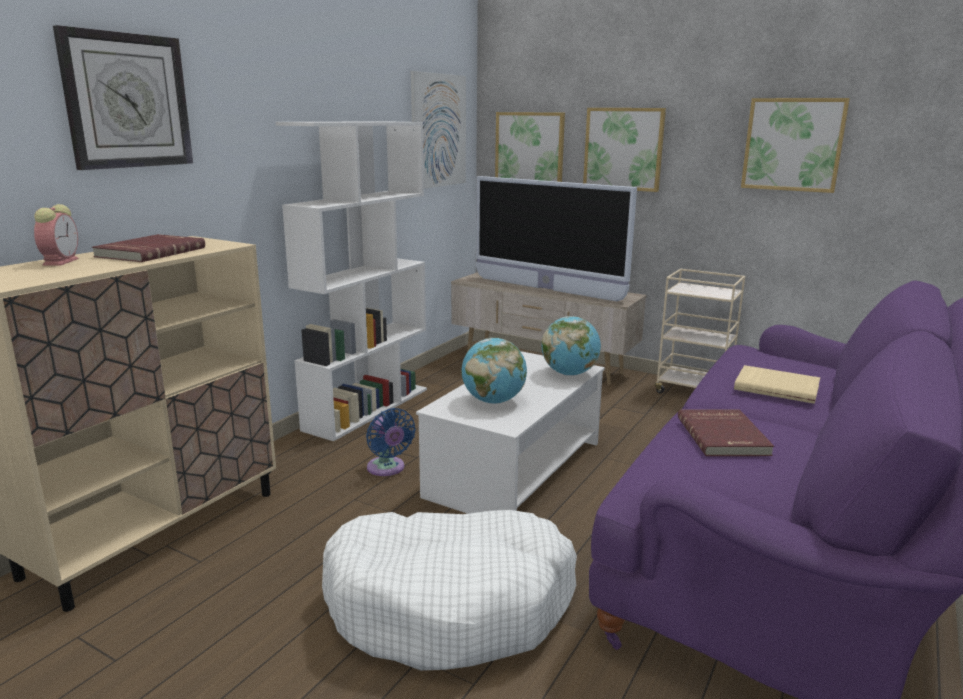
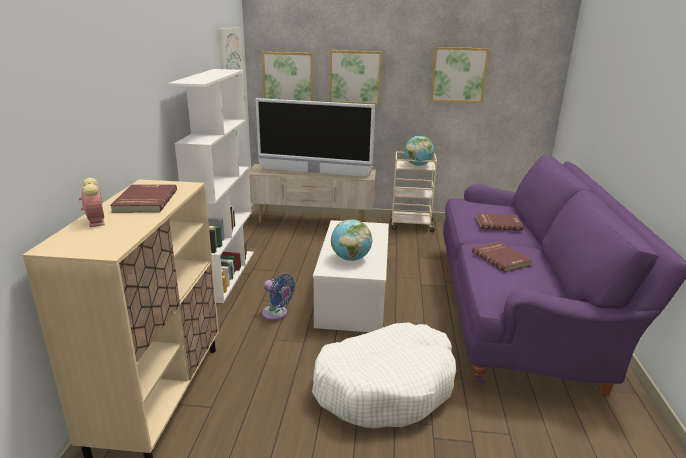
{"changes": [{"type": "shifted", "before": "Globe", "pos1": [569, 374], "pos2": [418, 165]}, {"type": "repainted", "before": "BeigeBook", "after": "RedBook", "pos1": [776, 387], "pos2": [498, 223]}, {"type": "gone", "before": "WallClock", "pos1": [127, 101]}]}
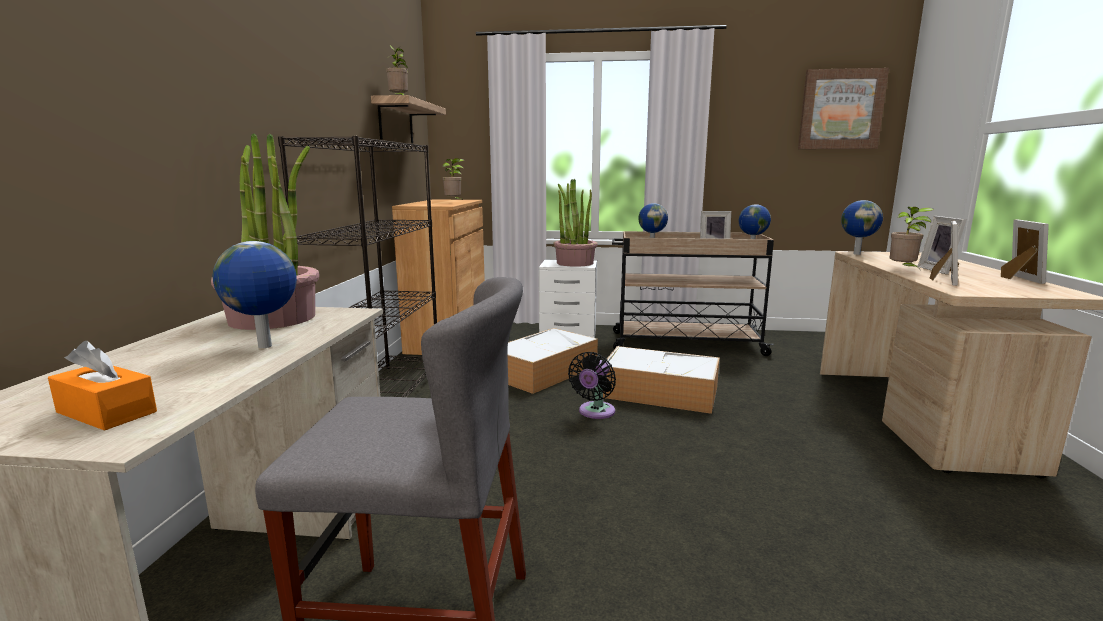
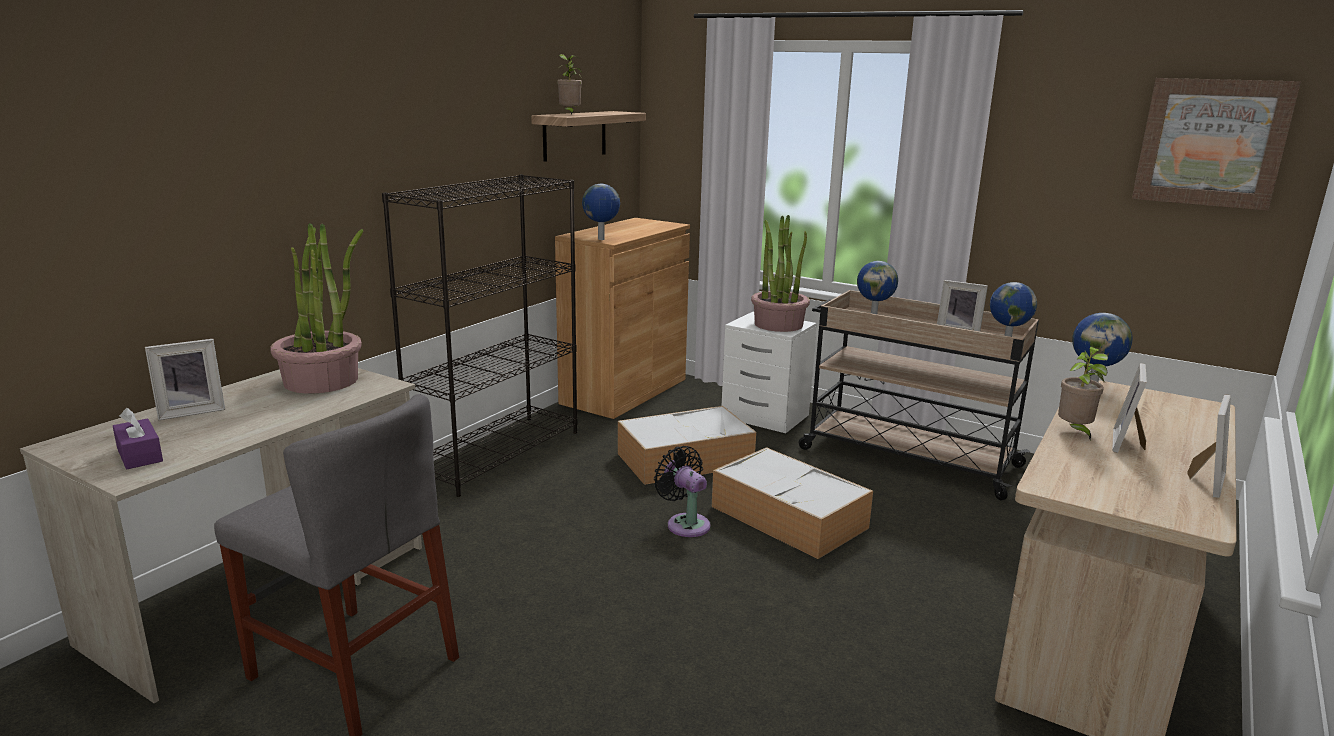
{"changes": [{"type": "repainted", "before": "OrangeTissueBox", "after": "PurpleTissueBox", "pos1": [106, 412], "pos2": [139, 455]}, {"type": "shifted", "before": "PictureFrame", "pos1": [942, 280], "pos2": [191, 411]}, {"type": "shifted", "before": "Globe", "pos1": [265, 346], "pos2": [601, 239]}, {"type": "rotated", "before": "BlackFan", "pos1": [595, 412], "pos2": [685, 523], "turn": 90}, {"type": "gone", "before": "PottedPlant", "pos1": [454, 202]}]}
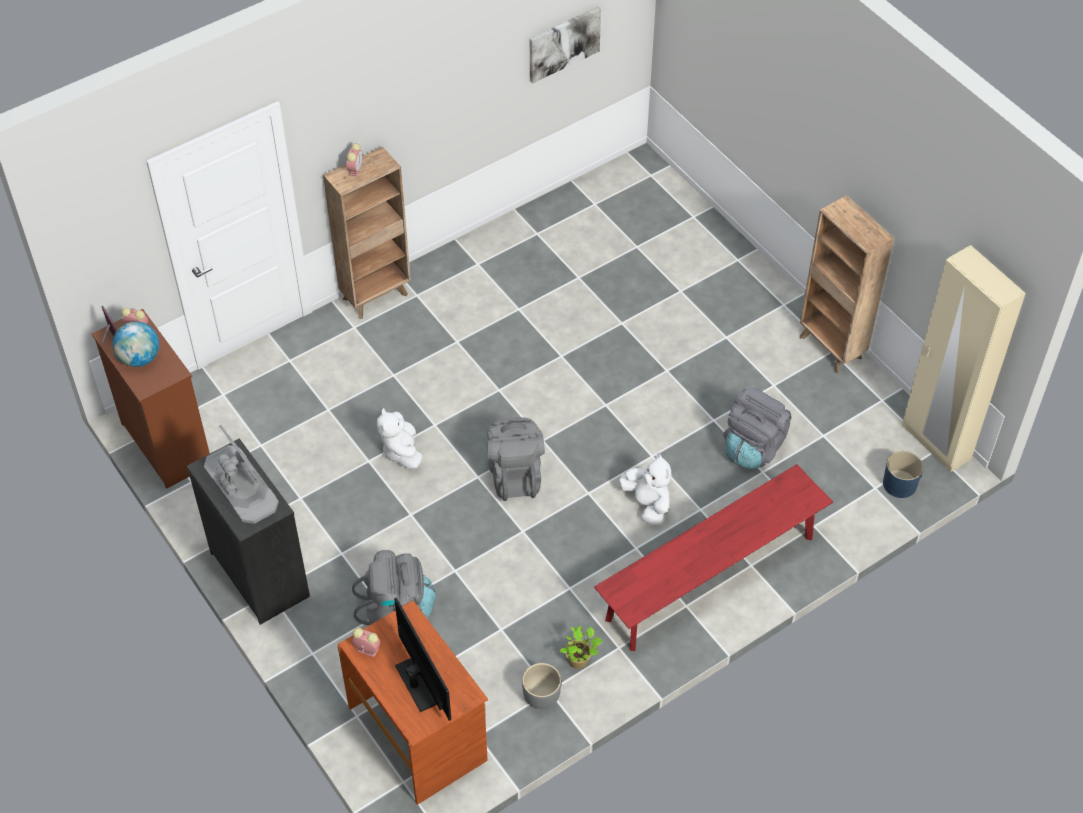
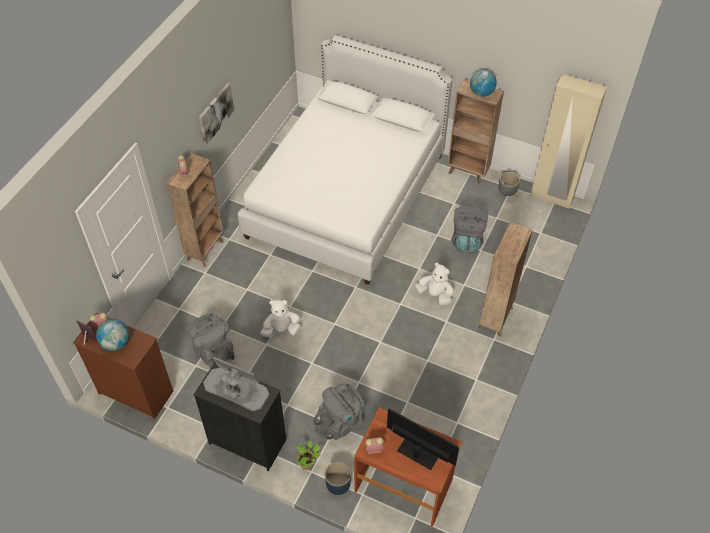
{"changes": [{"type": "shifted", "before": "GreyBackpack", "pos1": [515, 475], "pos2": [213, 351]}, {"type": "shifted", "before": "Picture", "pos1": [563, 43], "pos2": [215, 113]}, {"type": "new", "after": "WhiteBed", "pos2": [346, 195]}, {"type": "rotated", "before": "WhitePlushToy", "pos1": [401, 451], "pos2": [281, 330], "turn": 120}, {"type": "shifted", "before": "PottedPlant", "pos1": [579, 660], "pos2": [307, 463]}, {"type": "shifted", "before": "BluePlanter", "pos1": [900, 484], "pos2": [338, 483]}, {"type": "new", "after": "Globe", "pos2": [481, 93]}, {"type": "swapped", "before": "RedBench", "after": "BrownBookcase", "pos1": [710, 578], "pos2": [495, 318]}, {"type": "shifted", "before": "GreyPlanter", "pos1": [542, 696], "pos2": [507, 191]}]}
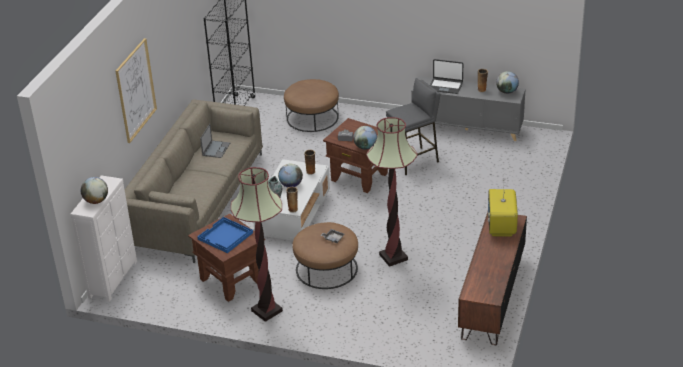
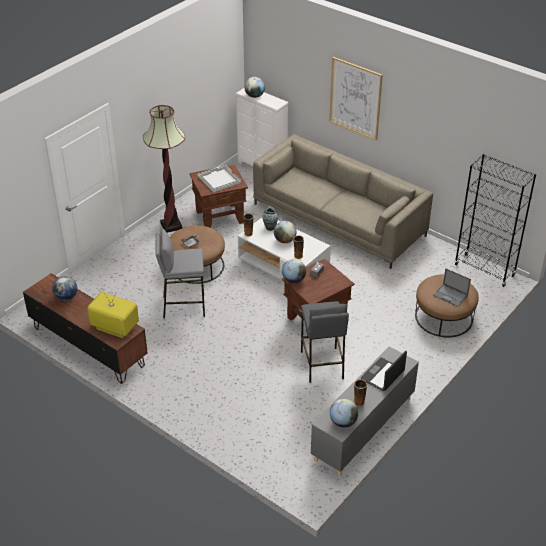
{"changes": [{"type": "new", "after": "Globe", "pos2": [66, 297]}, {"type": "swapped", "before": "FloorLamp", "after": "GreyStool", "pos1": [393, 257], "pos2": [183, 306]}, {"type": "repainted", "before": "BlueTray", "after": "WhiteTray", "pos1": [225, 236], "pos2": [218, 179]}, {"type": "shifted", "before": "Laptop", "pos1": [216, 149], "pos2": [451, 295]}]}
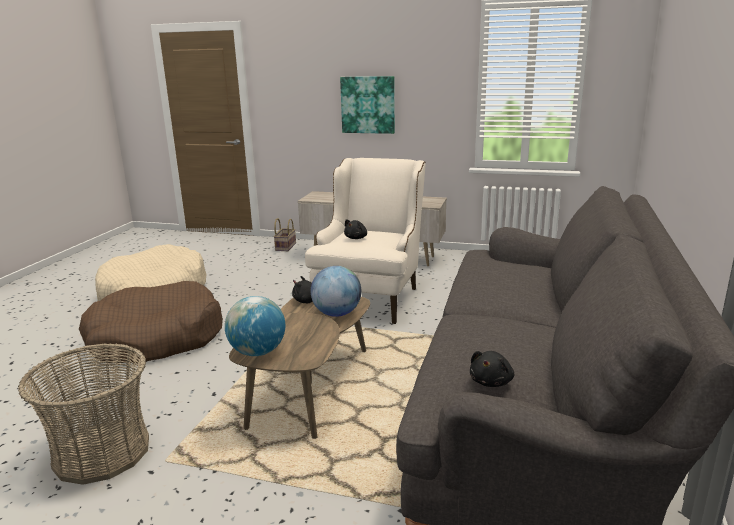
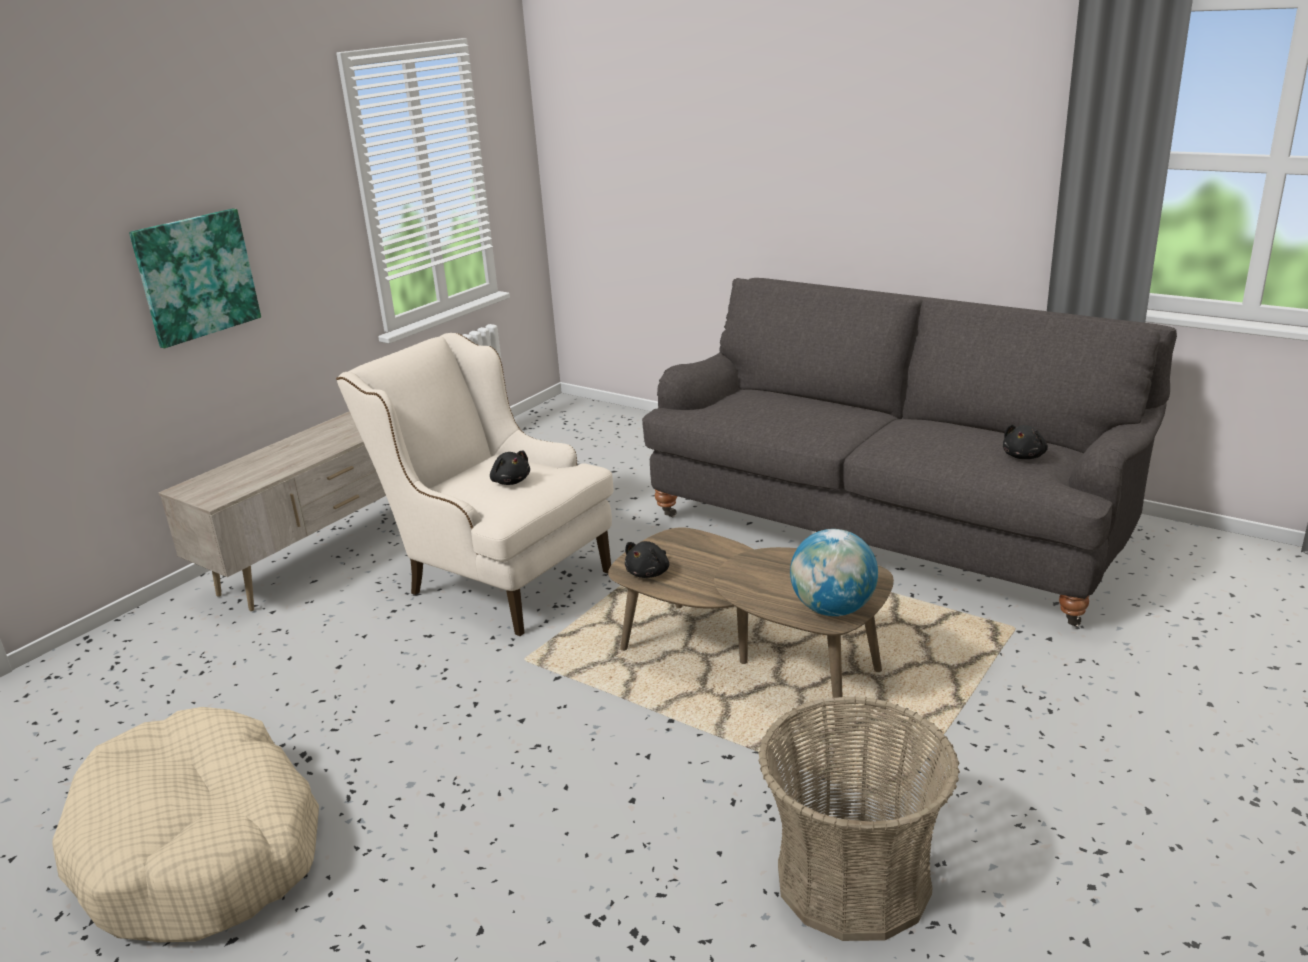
{"changes": [{"type": "rotated", "before": "BlackPlushToy", "pos1": [491, 381], "pos2": [1024, 456], "turn": 75}, {"type": "gone", "before": "BrownDogBed", "pos1": [156, 338]}, {"type": "gone", "before": "Basket", "pos1": [285, 246]}, {"type": "gone", "before": "Globe", "pos1": [337, 314]}]}
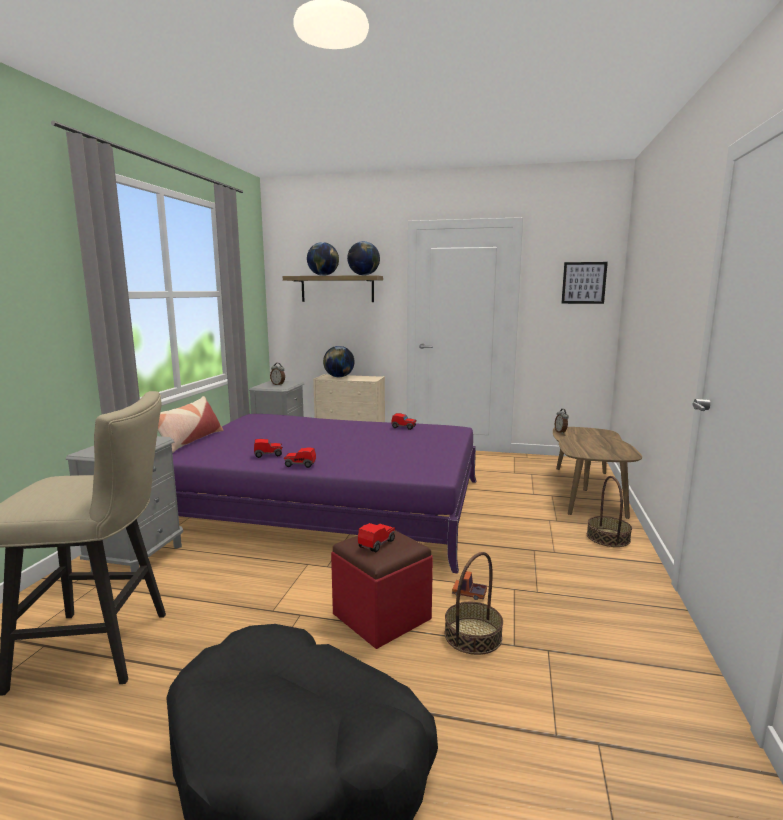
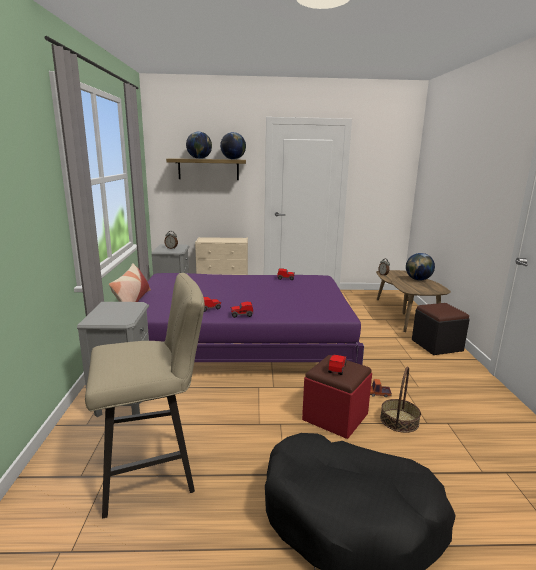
{"changes": [{"type": "shifted", "before": "Globe", "pos1": [339, 377], "pos2": [418, 279]}, {"type": "swapped", "before": "Basket", "after": "BlackOttoman", "pos1": [608, 537], "pos2": [437, 345]}, {"type": "gone", "before": "Picture", "pos1": [584, 283]}]}
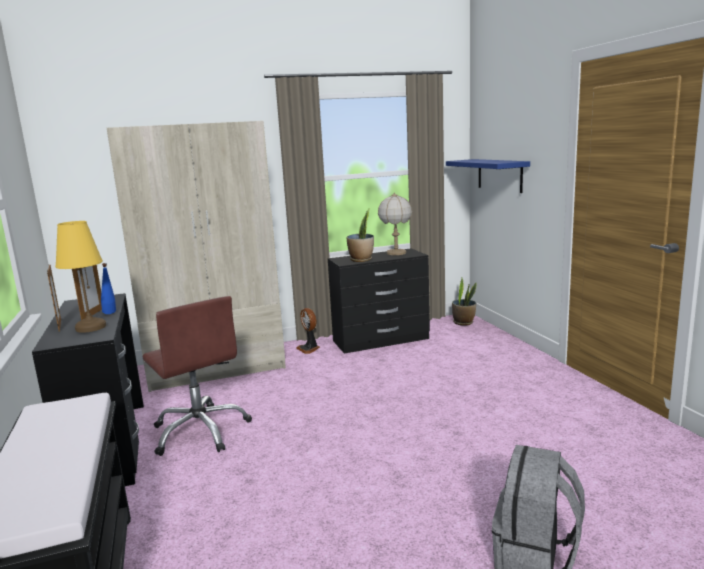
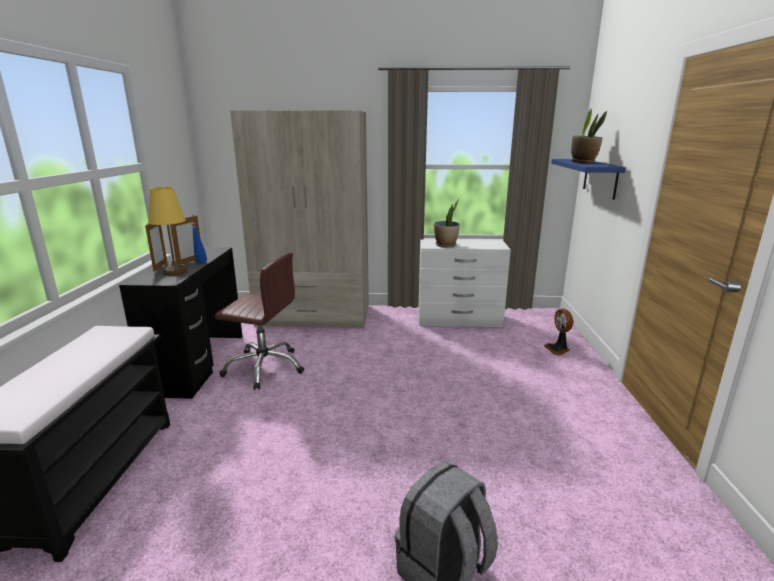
{"changes": [{"type": "rotated", "before": "BrownOfficeChair", "pos1": [201, 431], "pos2": [264, 367], "turn": -60}, {"type": "repainted", "before": "BlackDresser", "after": "WhiteDresser", "pos1": [381, 340], "pos2": [459, 320]}, {"type": "shifted", "before": "Fan", "pos1": [309, 348], "pos2": [558, 349]}, {"type": "shifted", "before": "PottedPlant", "pos1": [463, 322], "pos2": [583, 162]}, {"type": "gone", "before": "TableLamp", "pos1": [396, 253]}]}
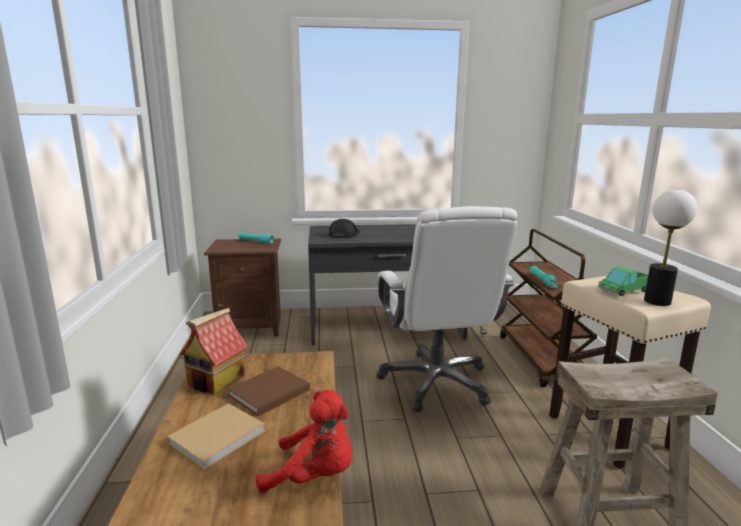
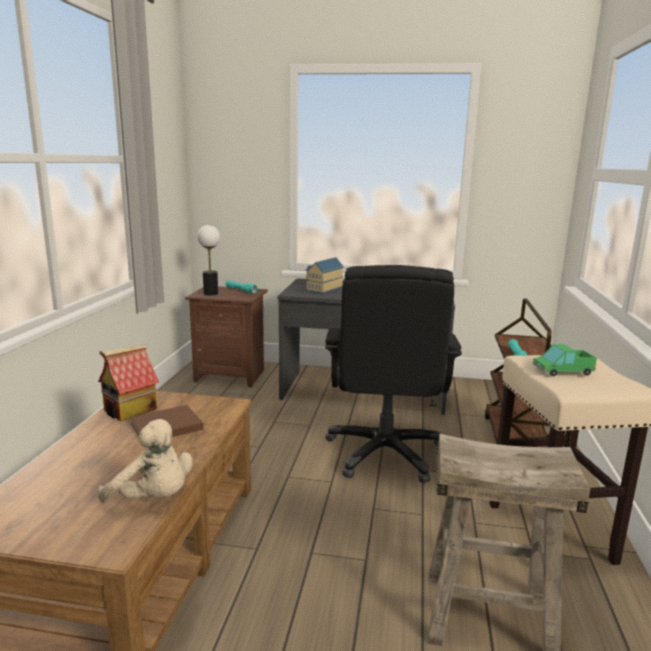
{"changes": [{"type": "repainted", "before": "RedPlushToy", "after": "BeigePlushToy", "pos1": [314, 476], "pos2": [153, 498]}, {"type": "shifted", "before": "TableLamp", "pos1": [656, 301], "pos2": [210, 293]}, {"type": "swapped", "before": "BlackCap", "after": "ToyHouse", "pos1": [344, 233], "pos2": [323, 288]}, {"type": "repainted", "before": "WhiteOfficeChair", "after": "BlackOfficeChair", "pos1": [436, 382], "pos2": [385, 453]}, {"type": "gone", "before": "BeigeBook", "pos1": [220, 436]}]}
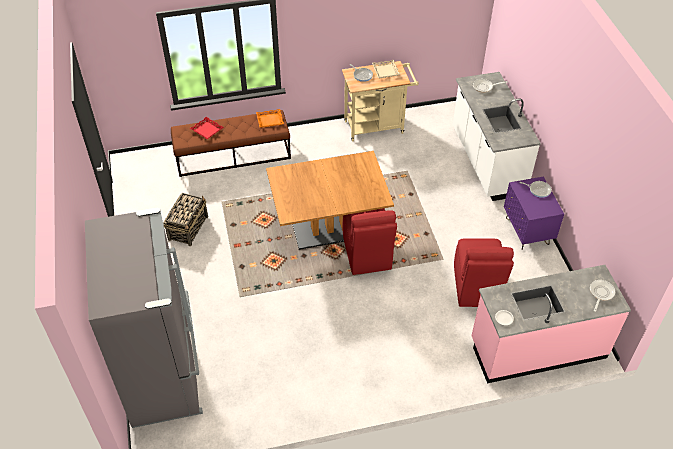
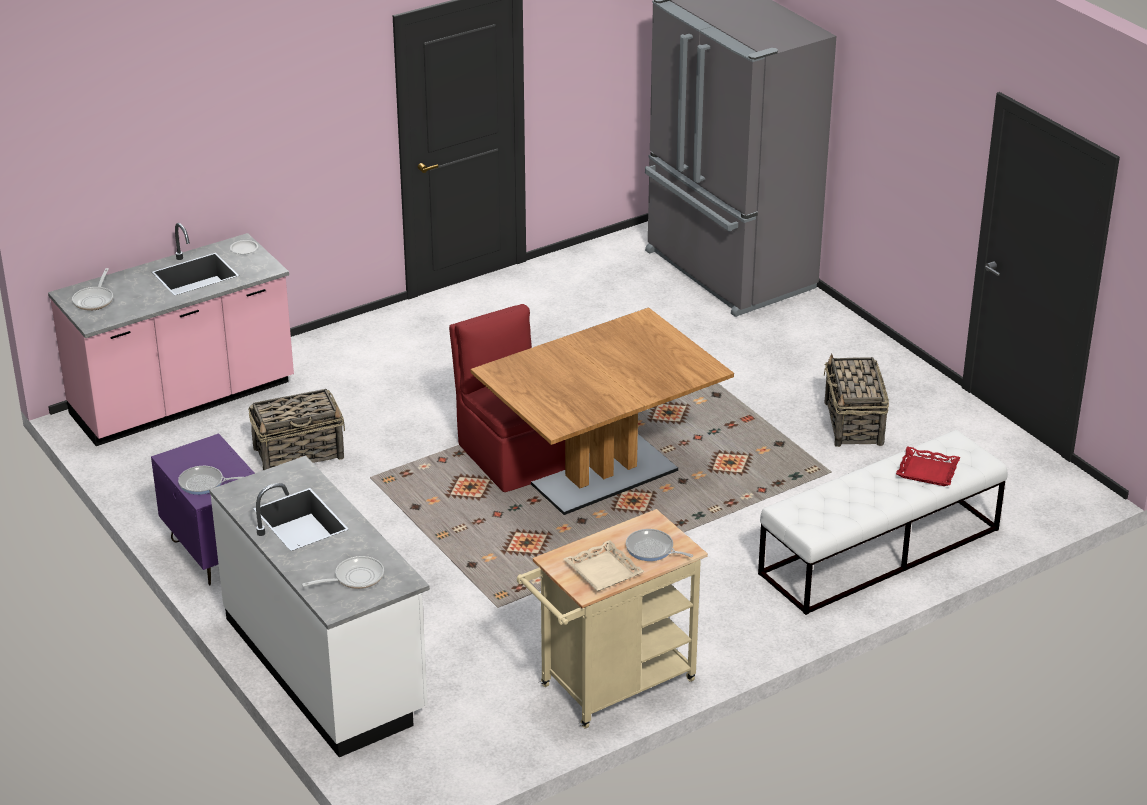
{"changes": [{"type": "swapped", "before": "RedChair", "after": "Basket", "pos1": [476, 287], "pos2": [299, 453]}, {"type": "repainted", "before": "BrownBench", "after": "WhiteBench", "pos1": [233, 156], "pos2": [879, 552]}, {"type": "gone", "before": "OrangeTray", "pos1": [270, 120]}]}
